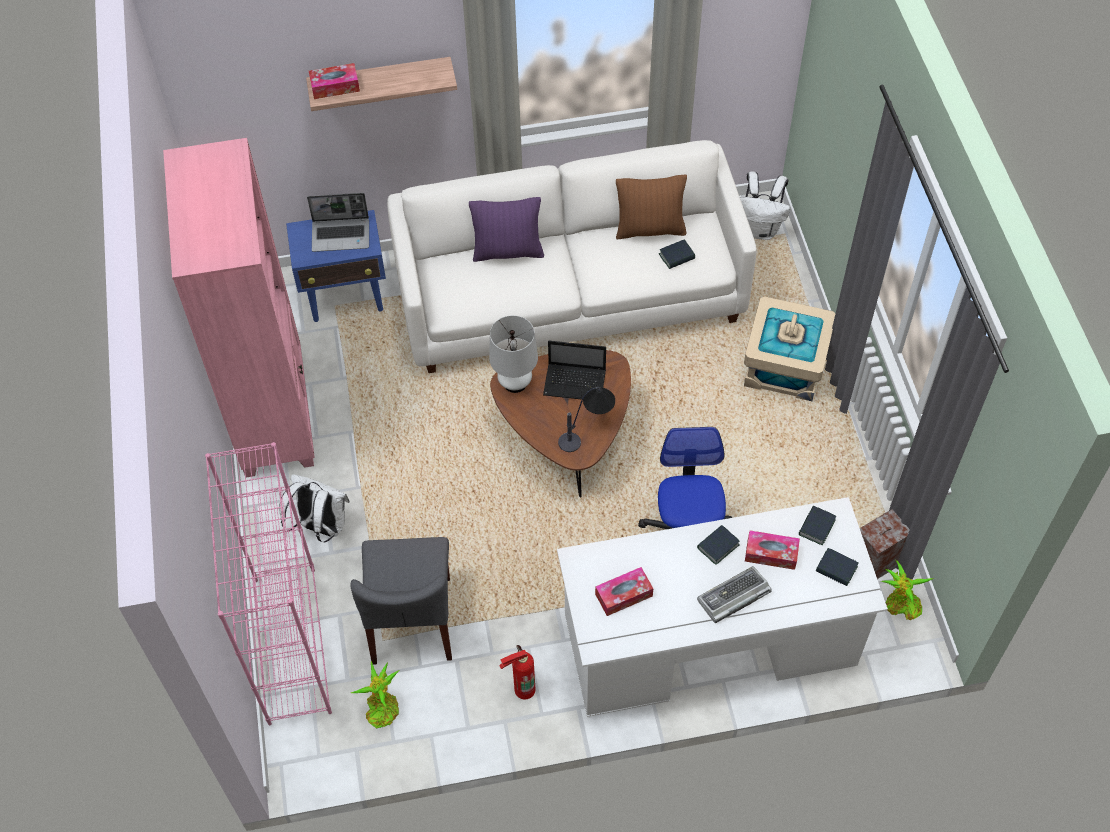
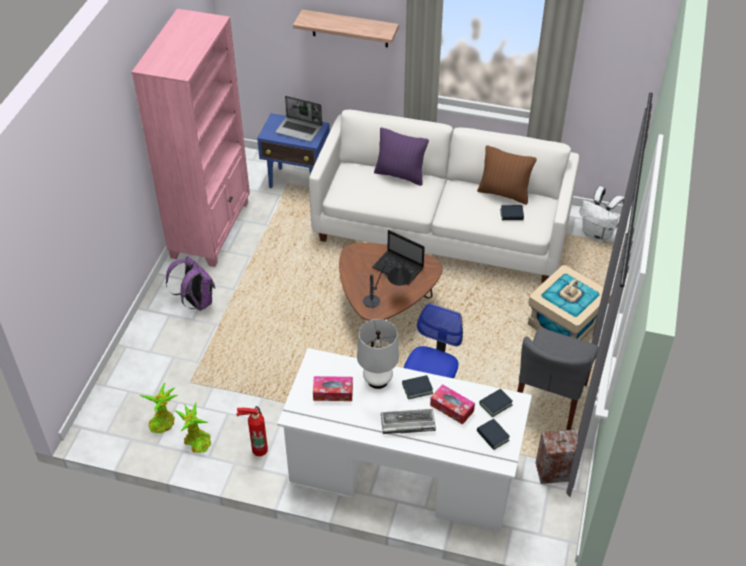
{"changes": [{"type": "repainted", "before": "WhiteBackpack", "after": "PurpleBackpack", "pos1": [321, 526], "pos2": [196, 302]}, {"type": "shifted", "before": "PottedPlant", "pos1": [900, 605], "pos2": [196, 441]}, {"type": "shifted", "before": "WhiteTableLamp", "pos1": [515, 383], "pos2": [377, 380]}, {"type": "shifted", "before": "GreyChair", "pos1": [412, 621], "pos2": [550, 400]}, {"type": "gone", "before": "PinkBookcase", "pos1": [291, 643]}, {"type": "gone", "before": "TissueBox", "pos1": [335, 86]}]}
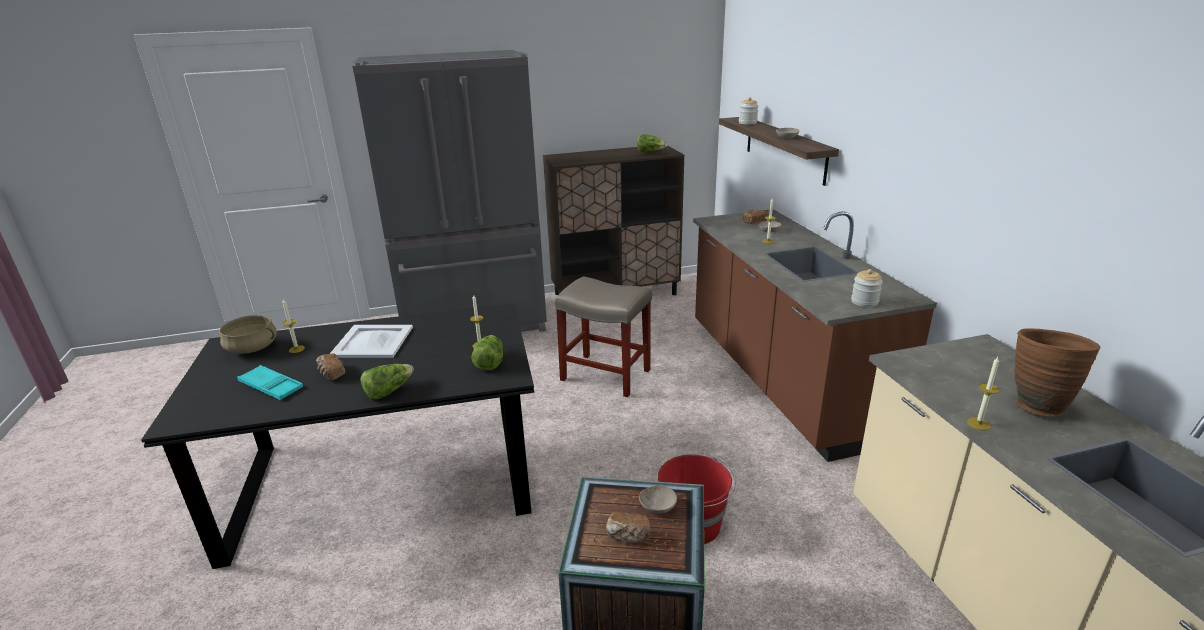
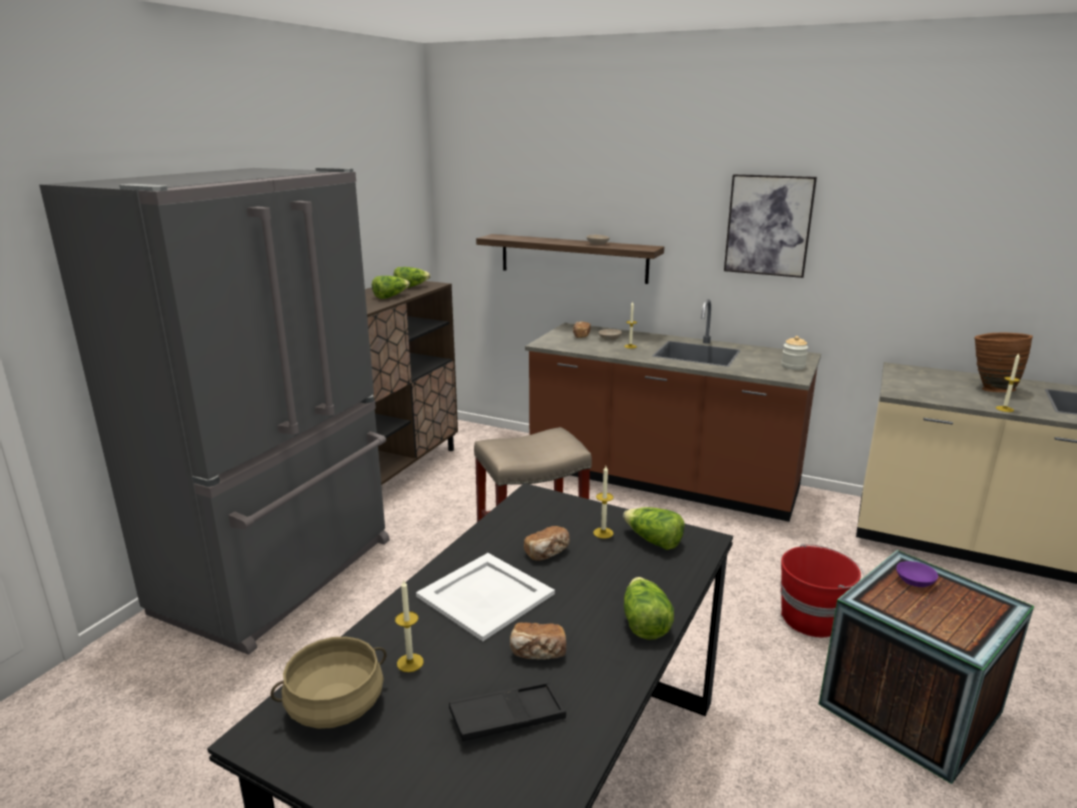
{"changes": [{"type": "new", "after": "Lettuce", "pos2": [390, 297]}, {"type": "repainted", "before": "TurquoiseTray", "after": "BlackTray", "pos1": [271, 387], "pos2": [507, 717]}, {"type": "shifted", "before": "Bread", "pos1": [628, 536], "pos2": [547, 553]}, {"type": "new", "after": "Picture", "pos2": [768, 225]}, {"type": "repainted", "before": "BeigeBowl", "after": "PurpleBowl", "pos1": [658, 507], "pos2": [916, 582]}, {"type": "gone", "before": "Jar", "pos1": [747, 123]}]}
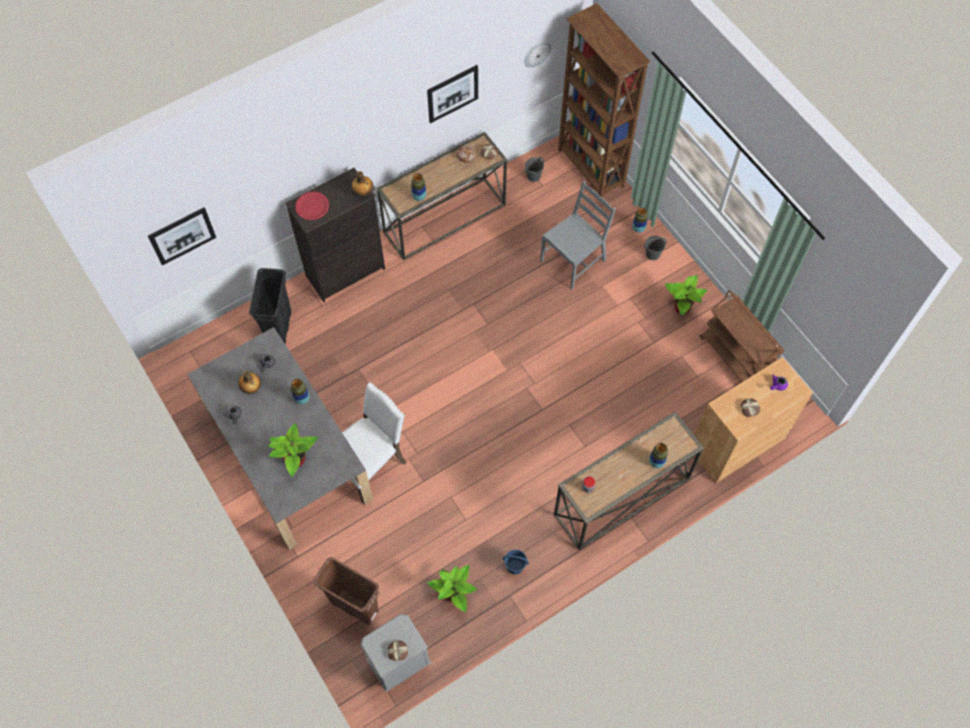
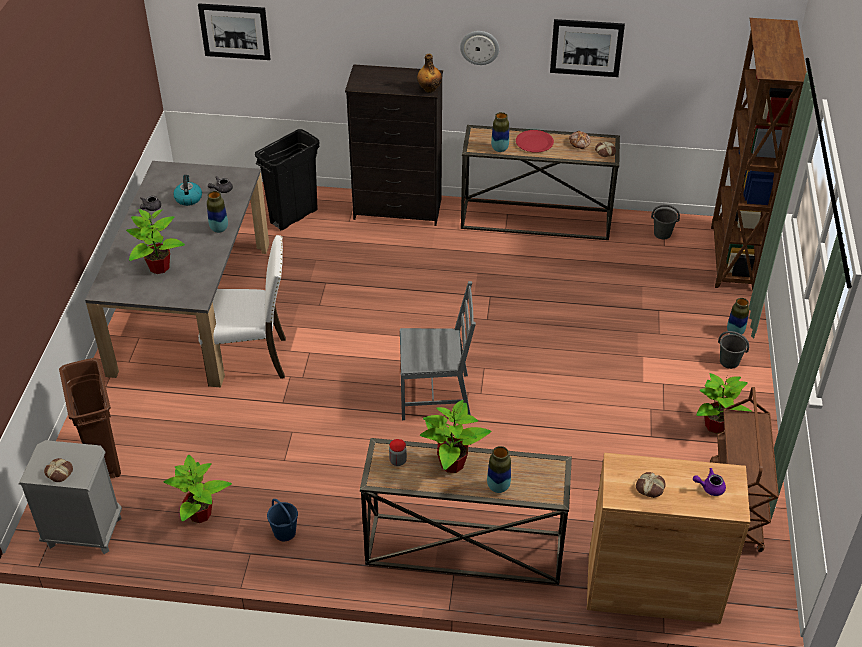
{"changes": [{"type": "swapped", "before": "Bottle", "after": "Kettle", "pos1": [251, 388], "pos2": [188, 198]}, {"type": "shifted", "before": "GreyChair", "pos1": [573, 260], "pos2": [436, 395]}, {"type": "new", "after": "PottedPlant", "pos2": [451, 464]}, {"type": "shifted", "before": "WallClock", "pos1": [537, 53], "pos2": [479, 47]}, {"type": "shifted", "before": "RedPlate", "pos1": [312, 206], "pos2": [534, 142]}]}
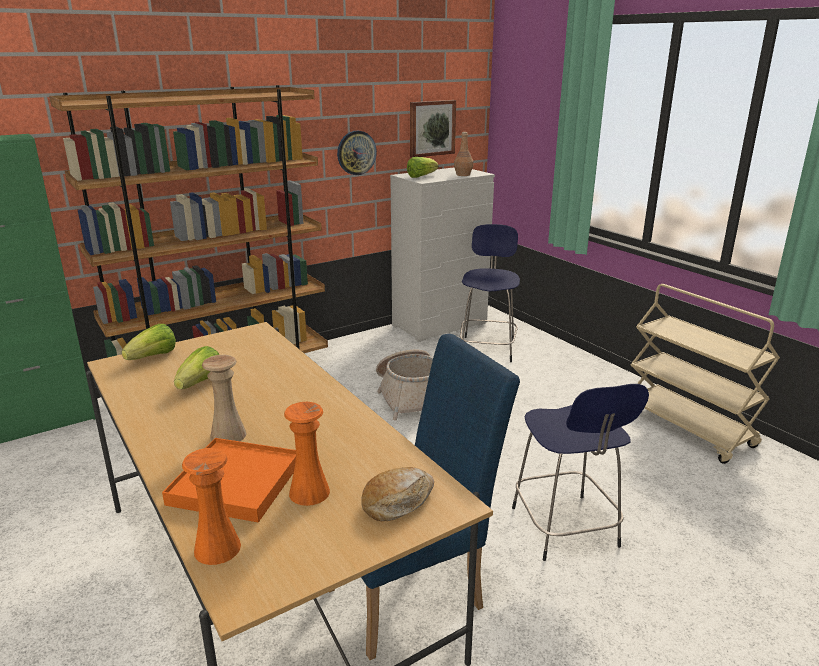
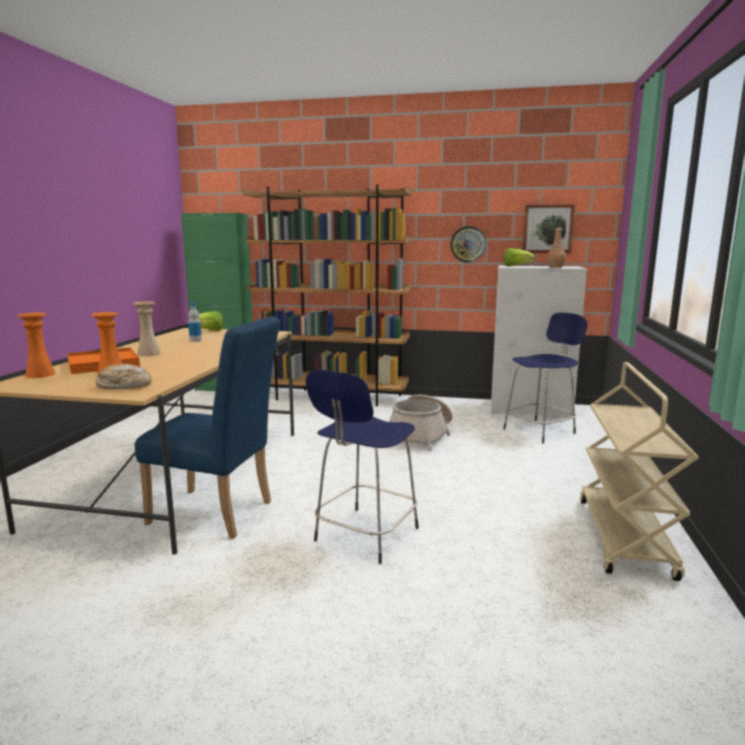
{"changes": [{"type": "swapped", "before": "Lettuce", "after": "Bottle", "pos1": [201, 383], "pos2": [195, 340]}]}
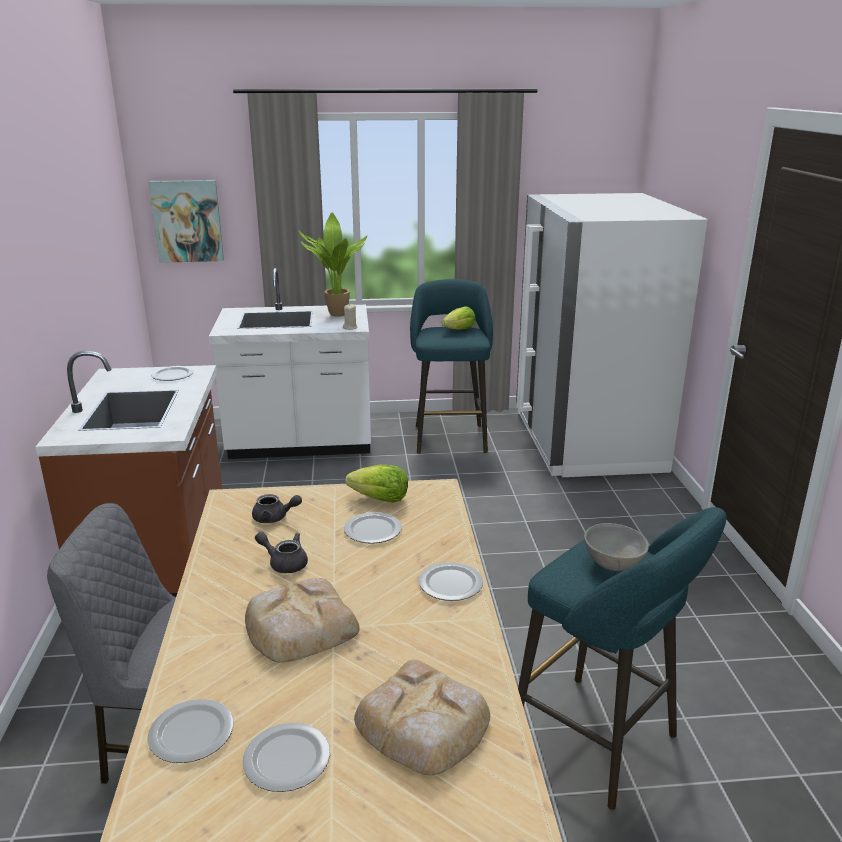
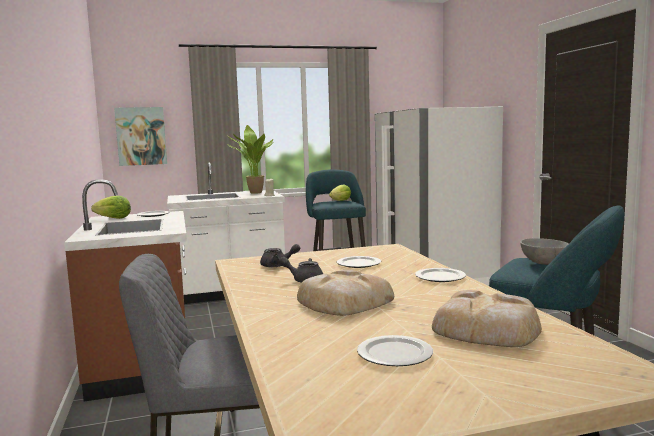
{"changes": [{"type": "shifted", "before": "Lettuce", "pos1": [380, 499], "pos2": [114, 218]}, {"type": "gone", "before": "Plate", "pos1": [190, 733]}]}
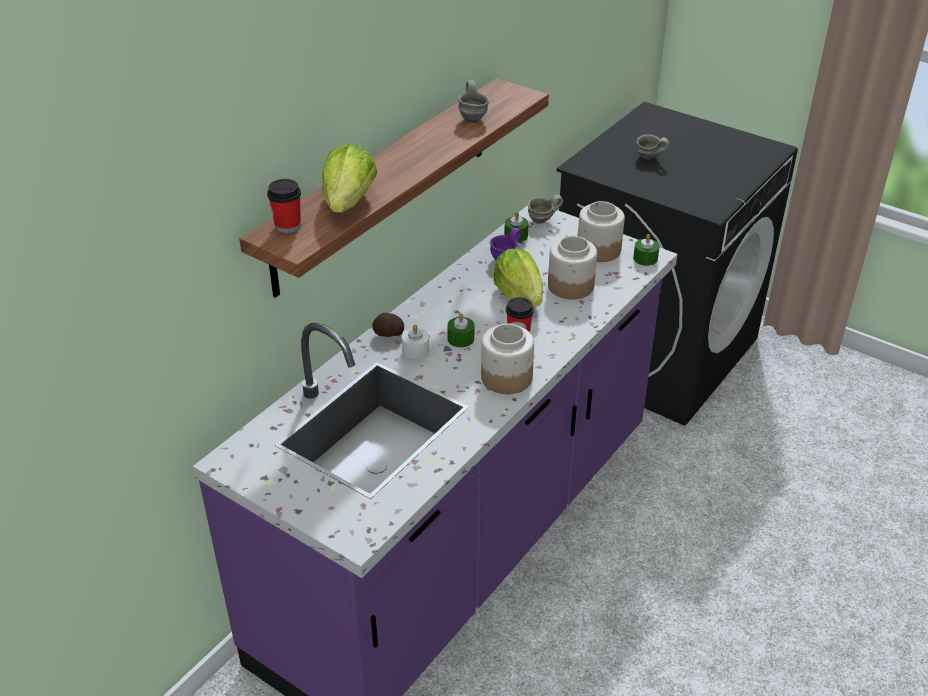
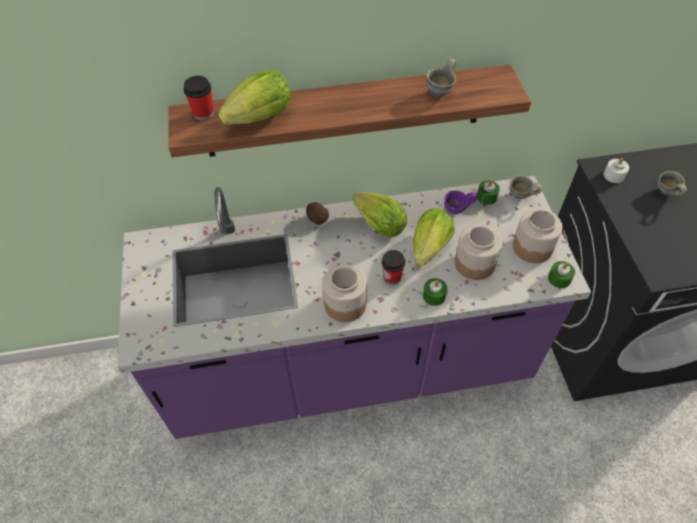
{"changes": [{"type": "new", "after": "Lettuce", "pos2": [379, 225]}, {"type": "shifted", "before": "GreenCandle", "pos1": [460, 339], "pos2": [434, 296]}, {"type": "shifted", "before": "WhiteCandle", "pos1": [415, 350], "pos2": [614, 175]}]}
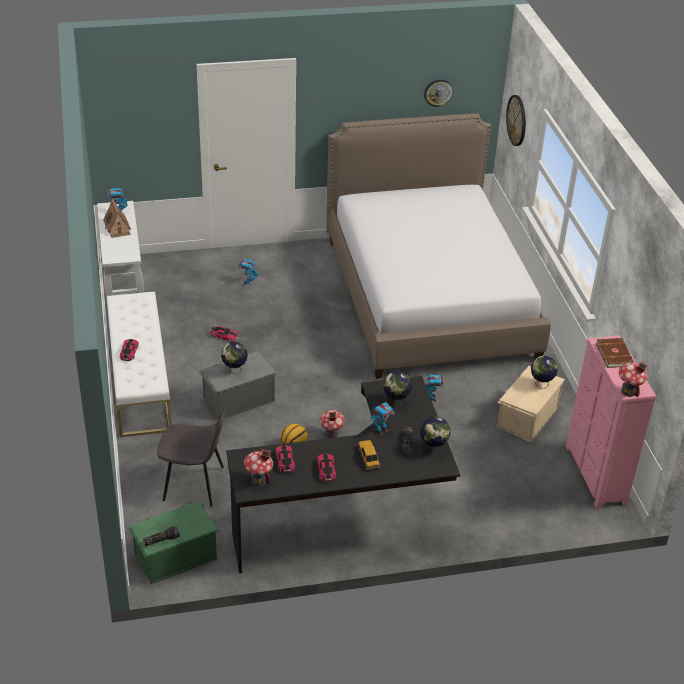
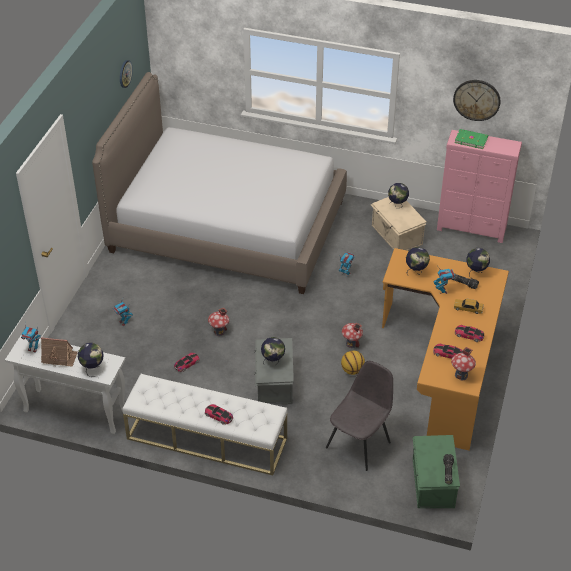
{"changes": [{"type": "new", "after": "Globe", "pos2": [92, 368]}, {"type": "shifted", "before": "ToyHouse", "pos1": [628, 391], "pos2": [219, 332]}, {"type": "repainted", "before": "BlackDesk", "after": "OrangeDesk", "pos1": [352, 516], "pos2": [444, 365]}, {"type": "shifted", "before": "WallClock", "pos1": [517, 120], "pos2": [476, 100]}, {"type": "repainted", "before": "BrownBook", "after": "GreenBook", "pos1": [615, 354], "pos2": [471, 140]}]}
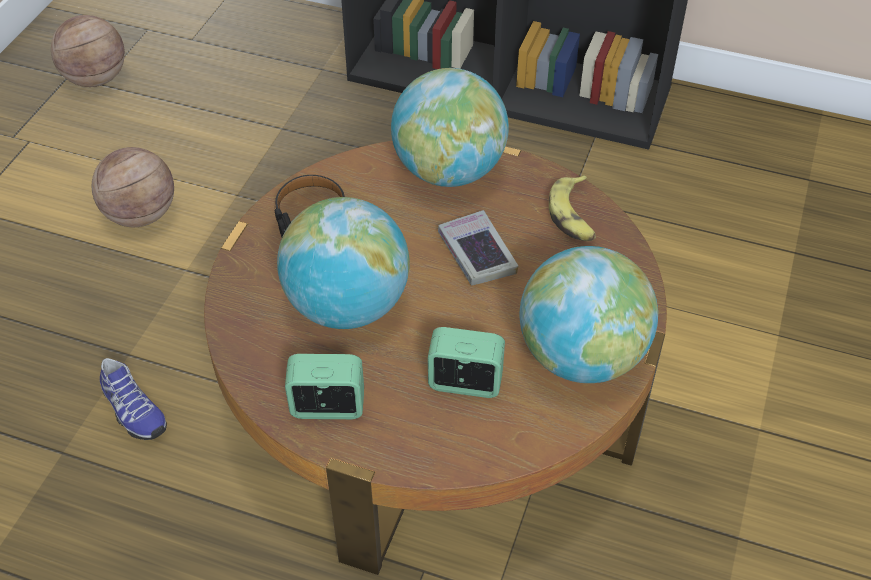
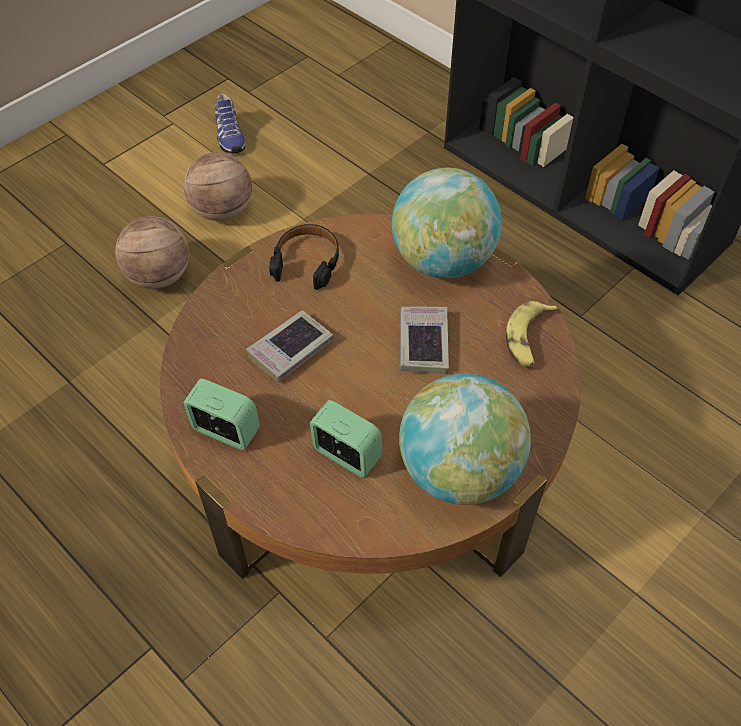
{"changes": [{"type": "shifted", "before": "Basketball", "pos1": [95, 79], "pos2": [159, 276]}, {"type": "shifted", "before": "Shoe", "pos1": [132, 411], "pos2": [229, 136]}, {"type": "swapped", "before": "Globe", "after": "Book", "pos1": [347, 306], "pos2": [291, 350]}]}
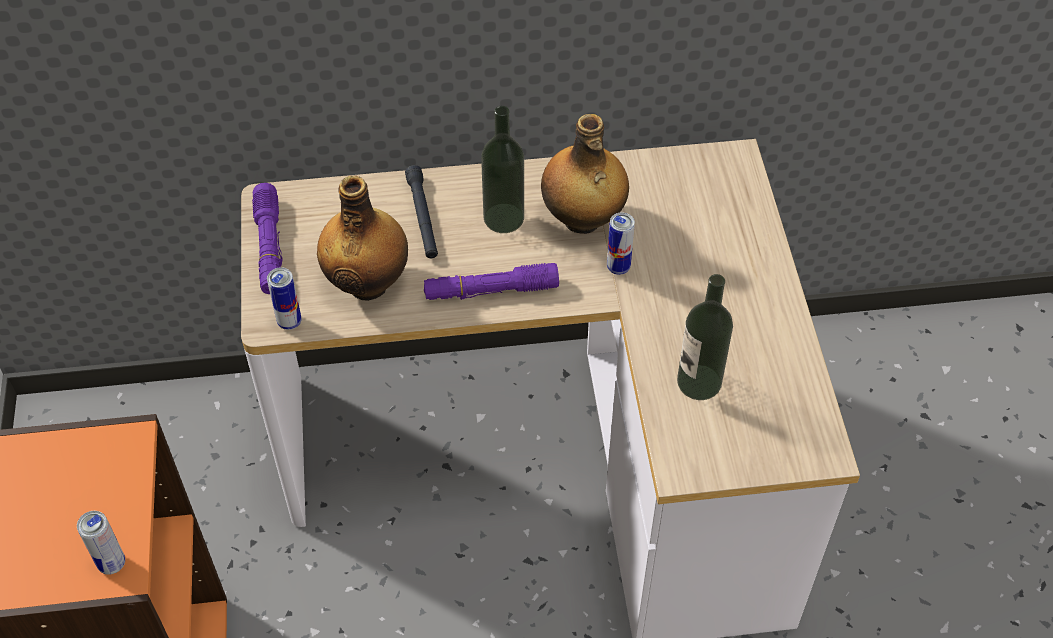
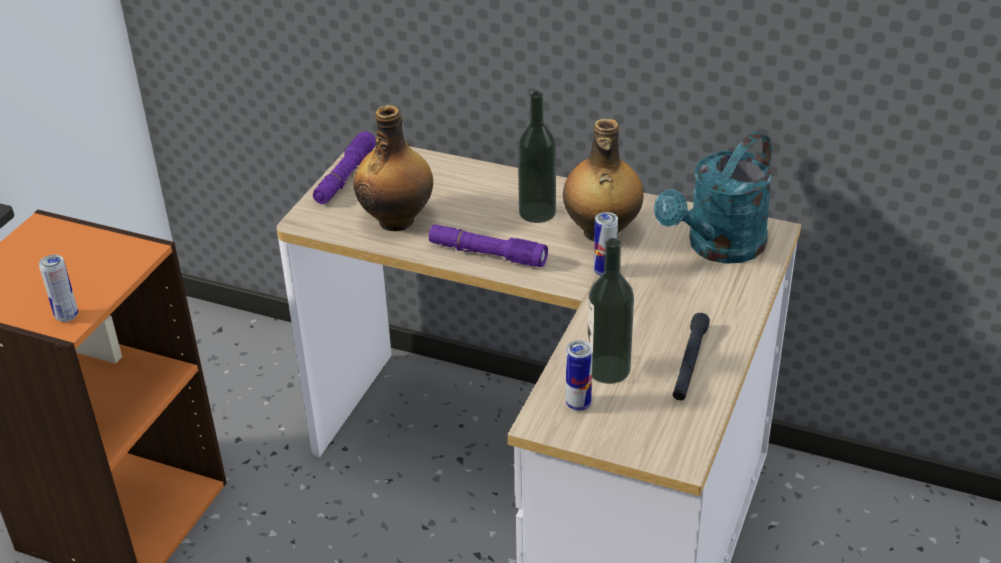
{"changes": [{"type": "shifted", "before": "Can", "pos1": [289, 322], "pos2": [578, 404]}, {"type": "new", "after": "TurquoiseWateringCan", "pos2": [718, 248]}, {"type": "shifted", "before": "BlackFlashlight", "pos1": [422, 218], "pos2": [689, 363]}]}
